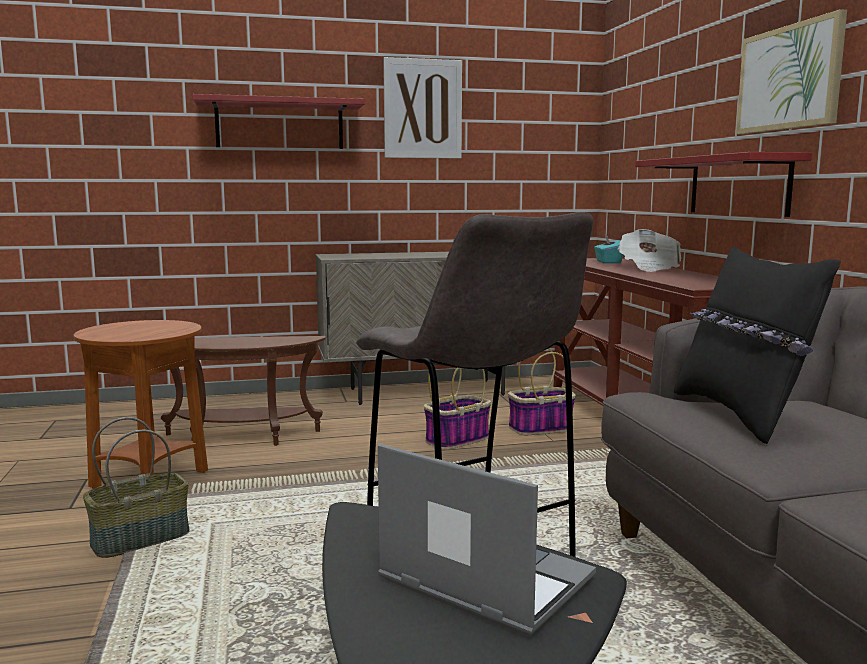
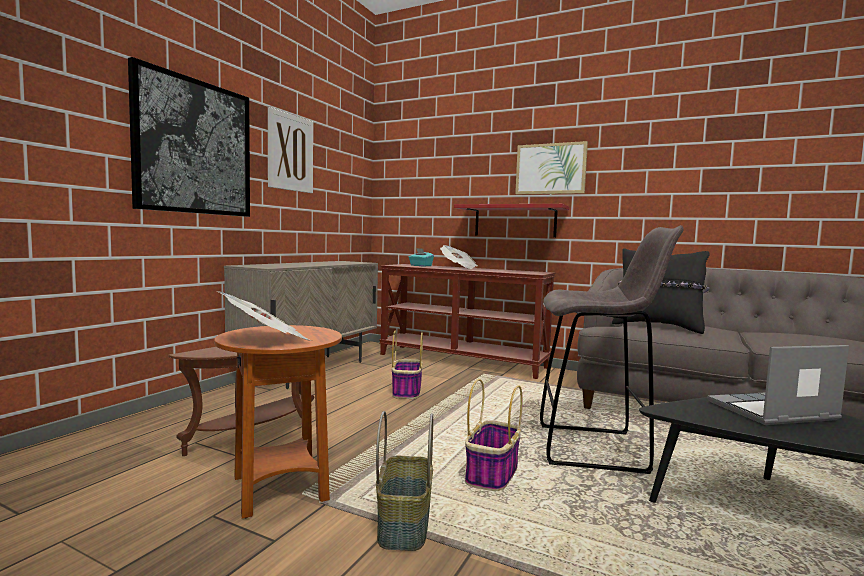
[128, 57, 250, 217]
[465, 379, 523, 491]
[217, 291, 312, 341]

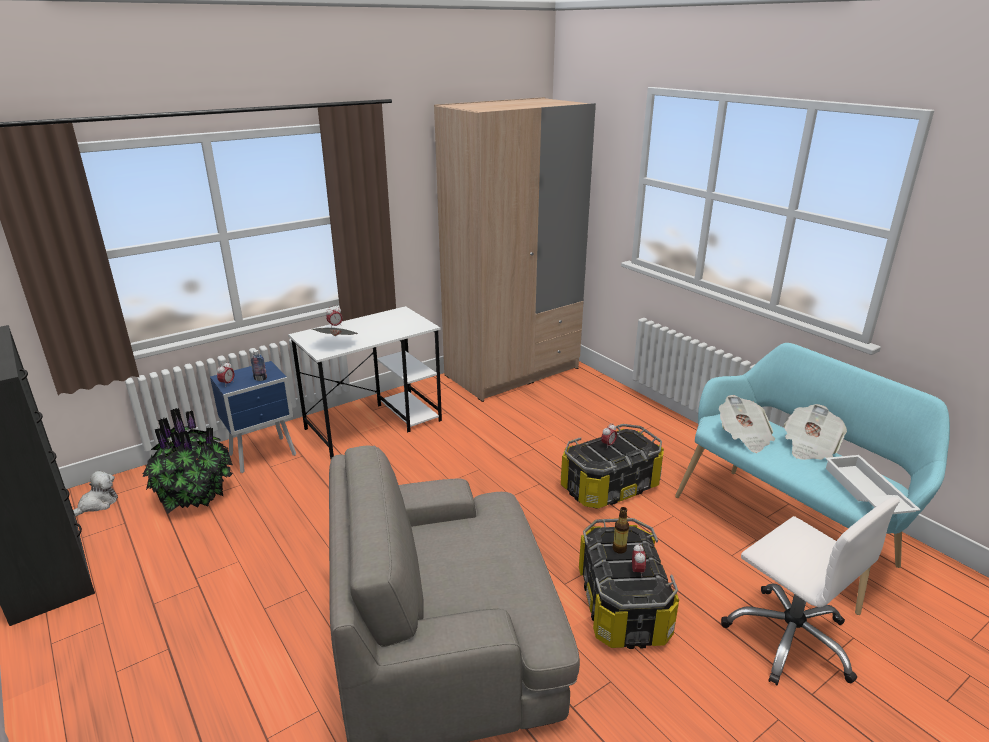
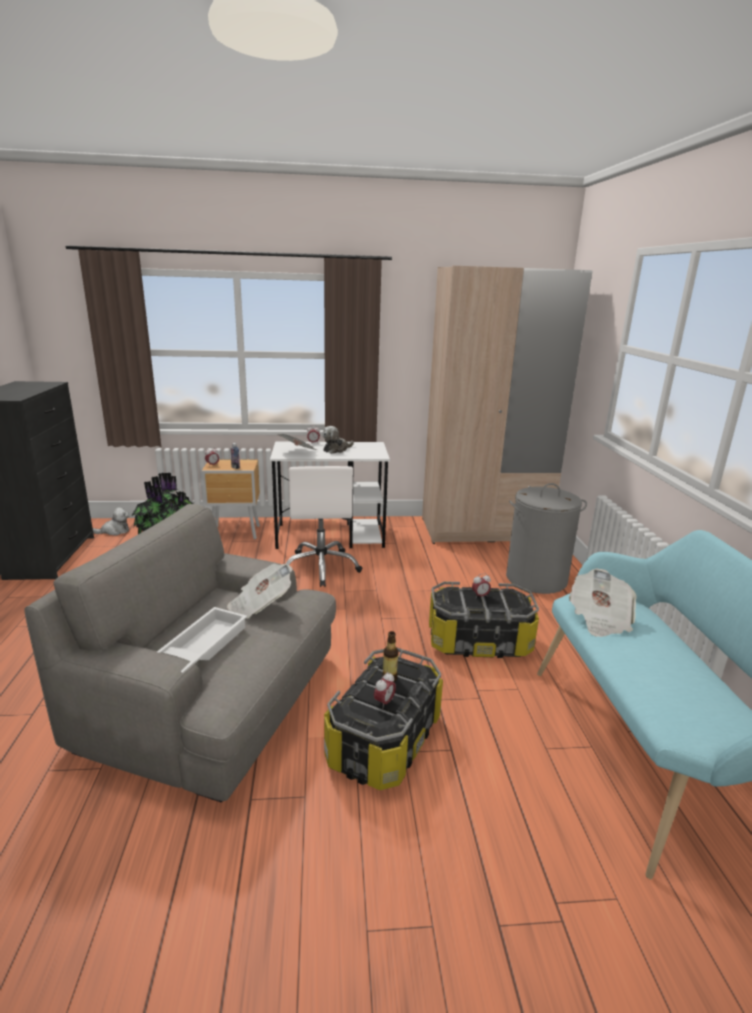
[202, 459, 260, 539]
[285, 466, 363, 587]
[227, 563, 293, 618]
[157, 607, 247, 673]
[323, 426, 354, 454]
[506, 483, 587, 594]

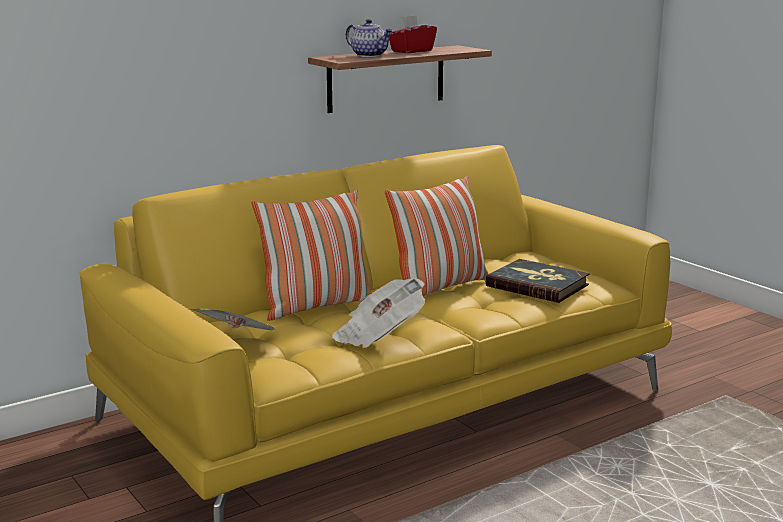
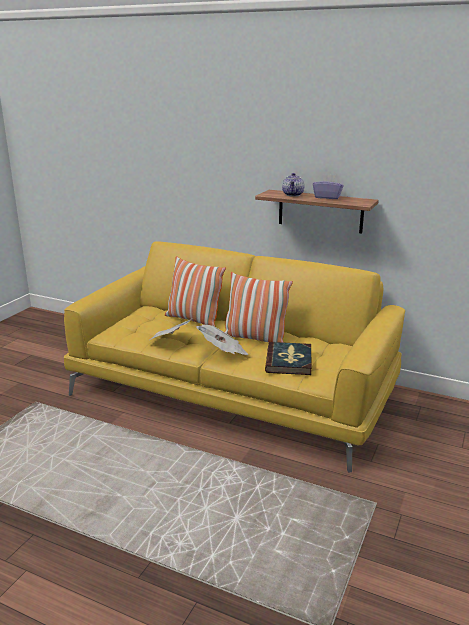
[196, 325, 249, 355]
[313, 174, 343, 199]

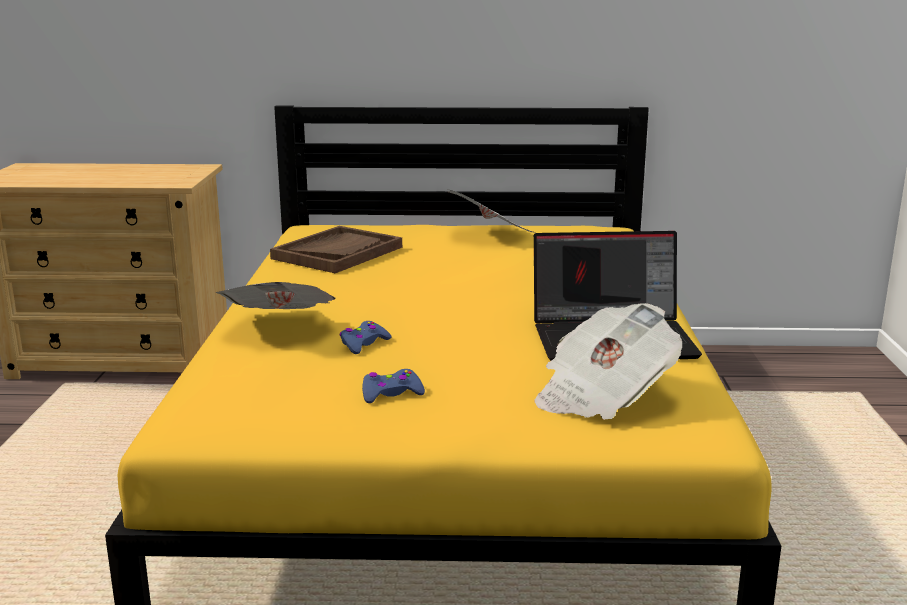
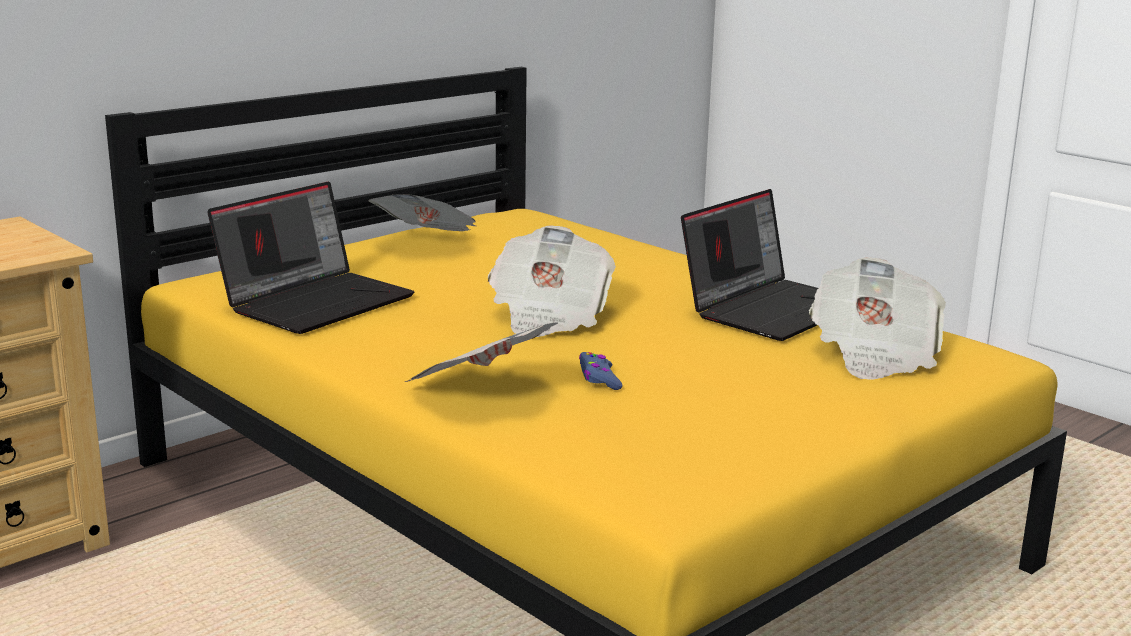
[207, 182, 414, 334]
[362, 369, 425, 403] (first image)
[488, 226, 616, 337]

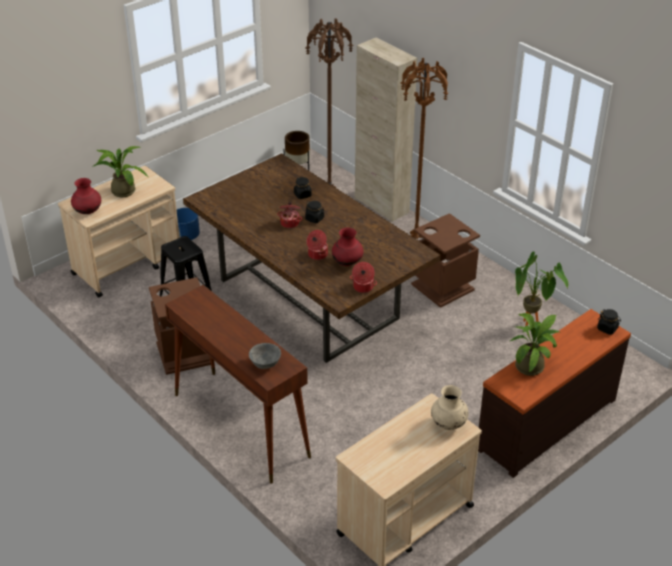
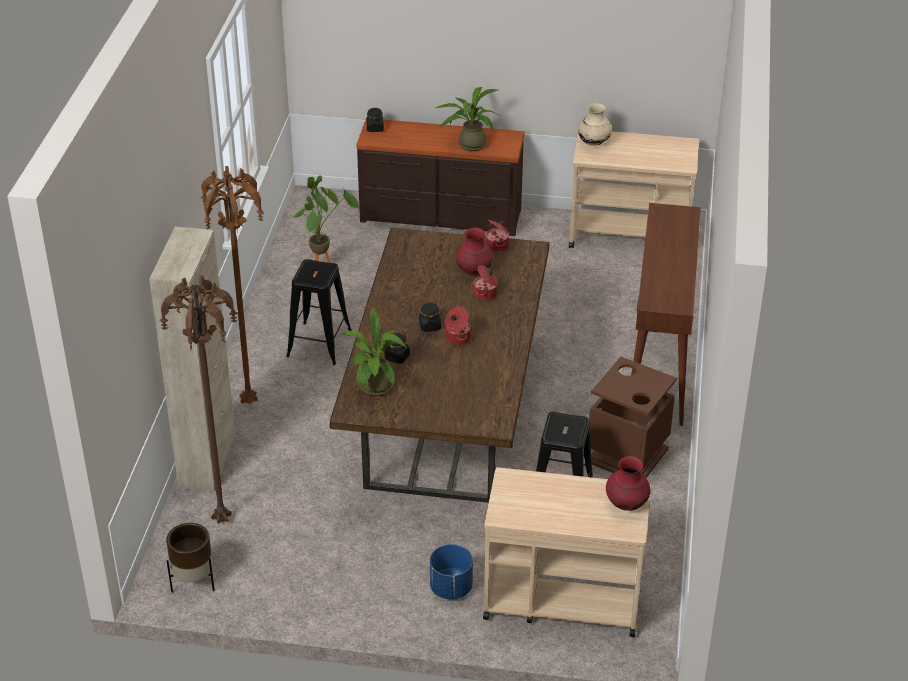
[340, 307, 406, 396]
[249, 343, 281, 369] (first image)
[286, 259, 352, 365]

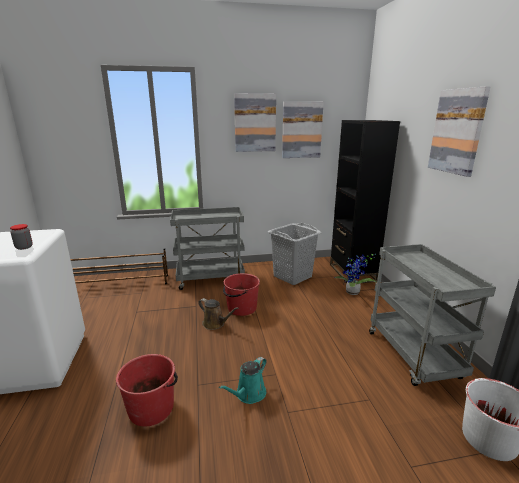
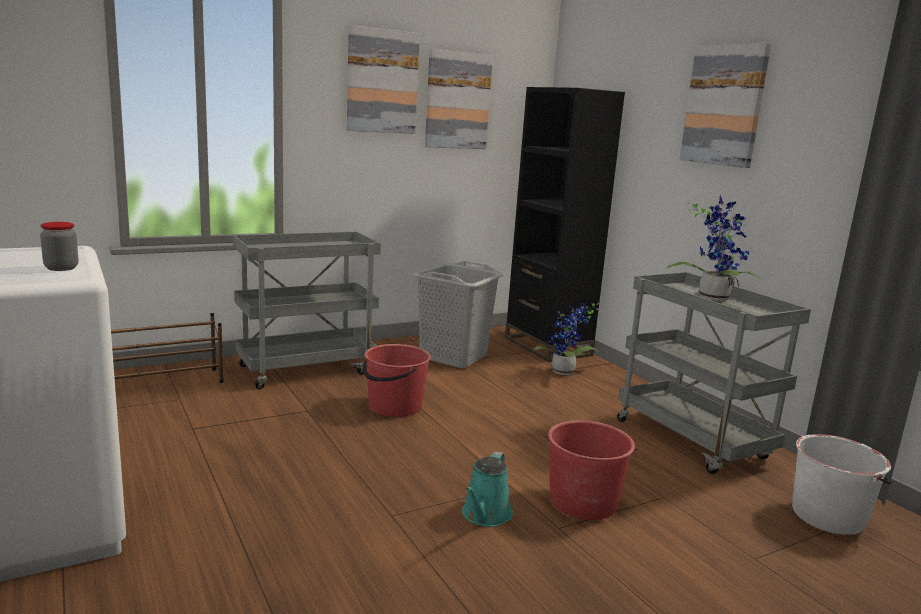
[545, 420, 637, 520]
[198, 298, 239, 330] (first image)
[666, 195, 761, 301]

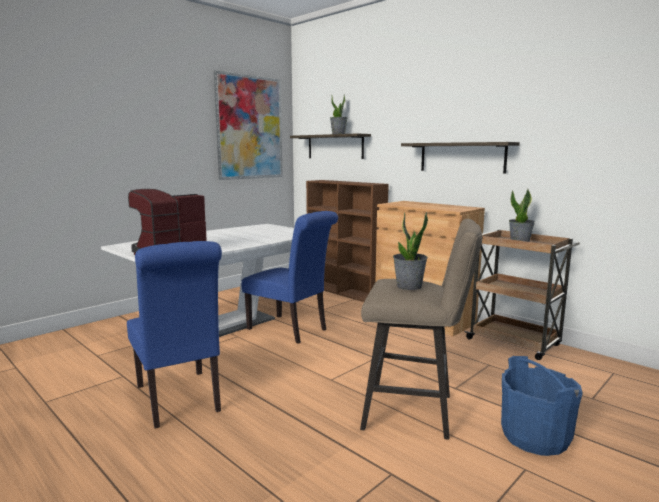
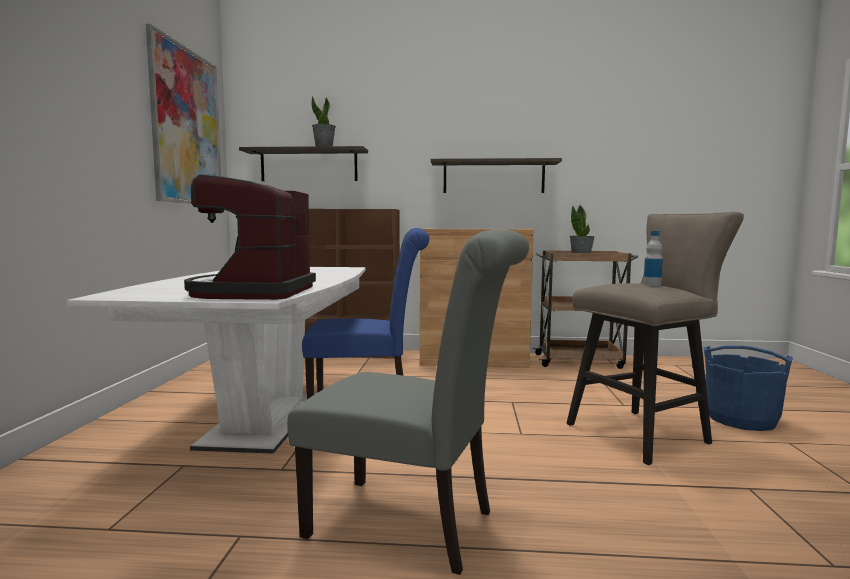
[287, 229, 529, 575]
[643, 231, 663, 286]

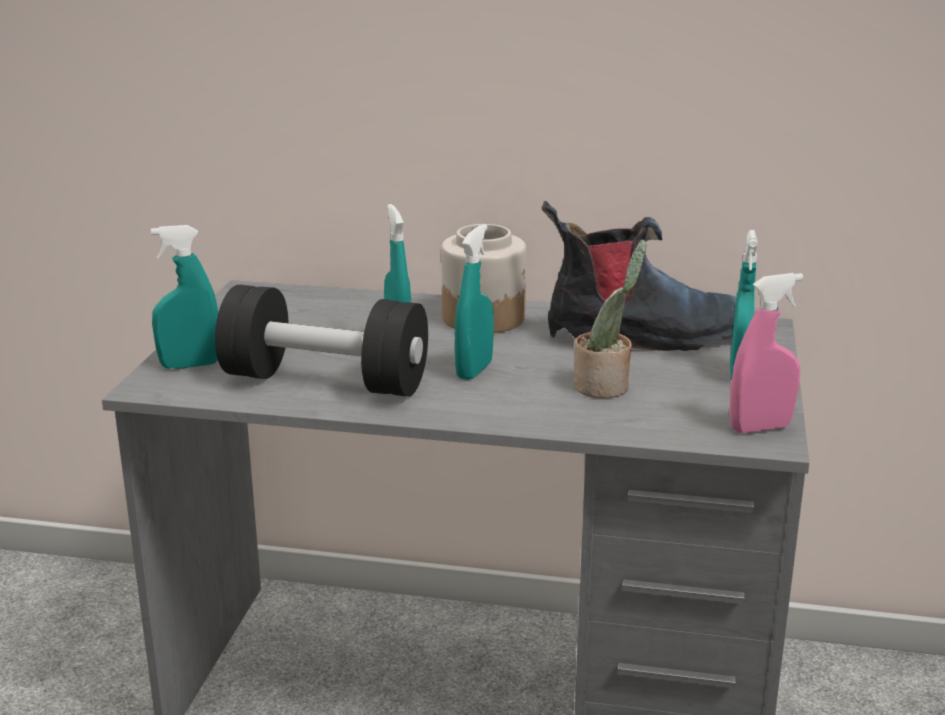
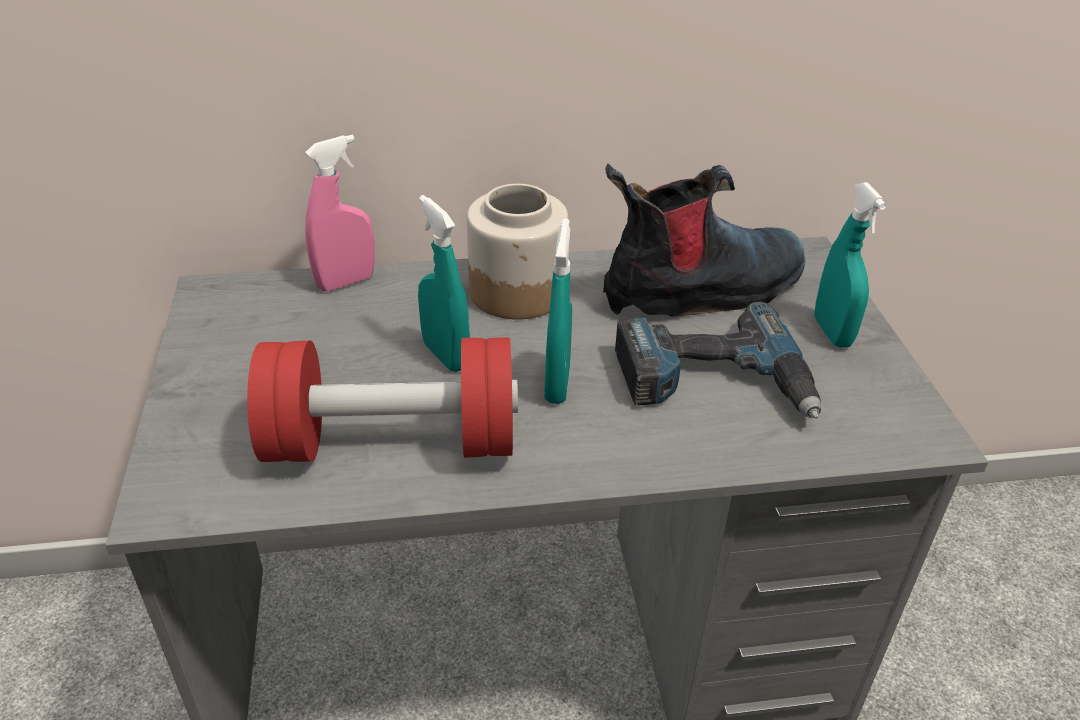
[151, 225, 218, 369] (first image)
[247, 338, 518, 462]
[615, 302, 821, 419]
[305, 135, 375, 291]

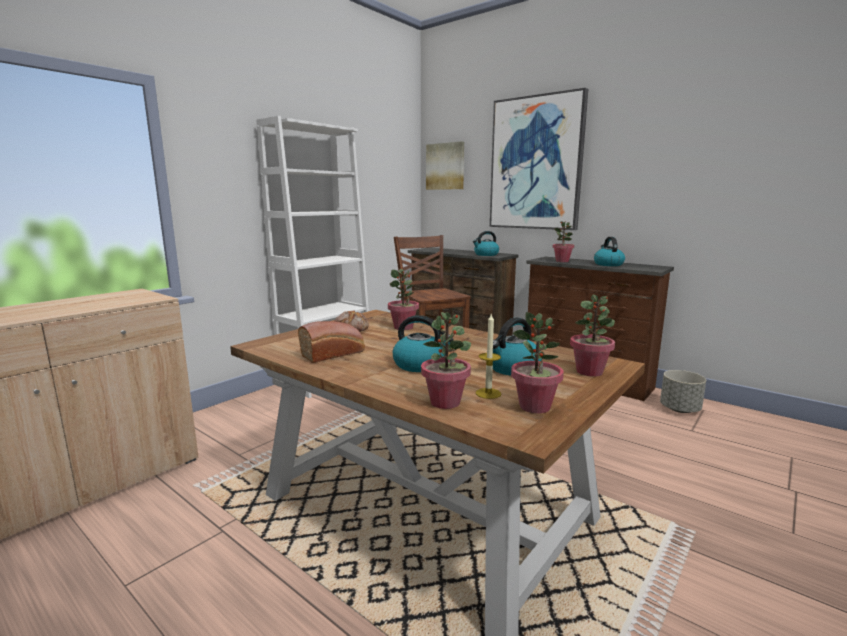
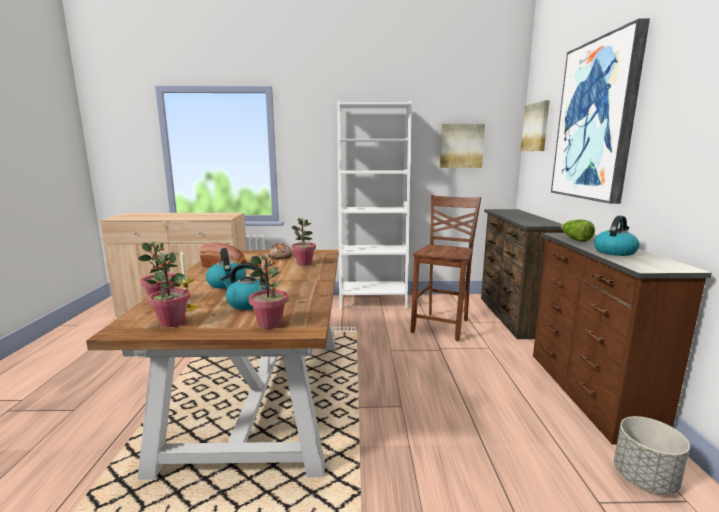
[473, 231, 499, 256] (first image)
[561, 220, 595, 242]
[440, 124, 485, 168]

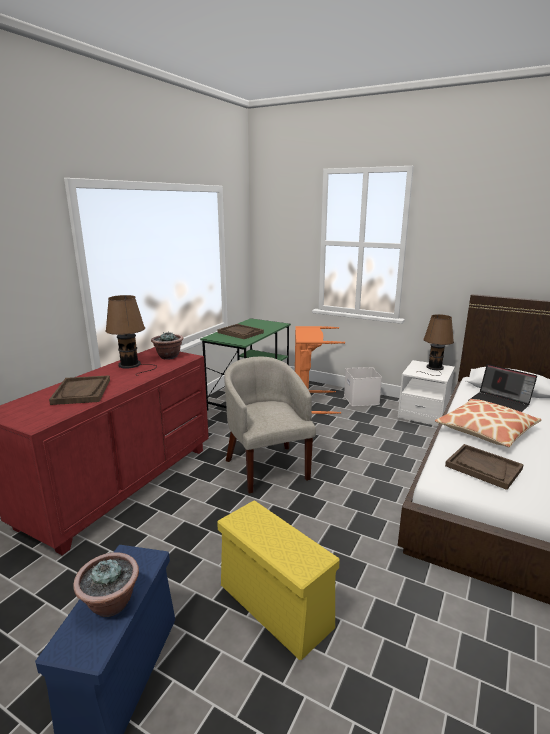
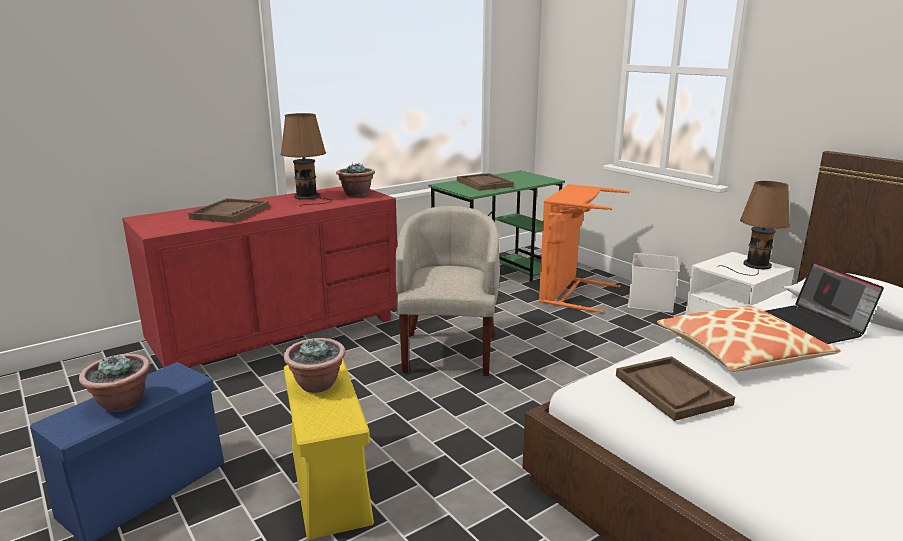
[284, 338, 345, 393]

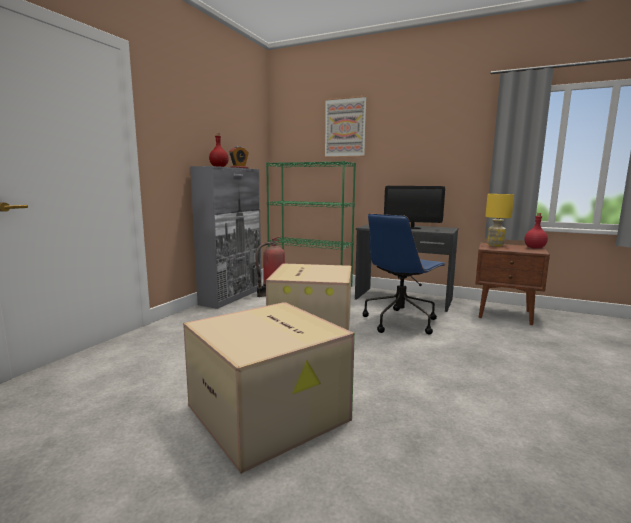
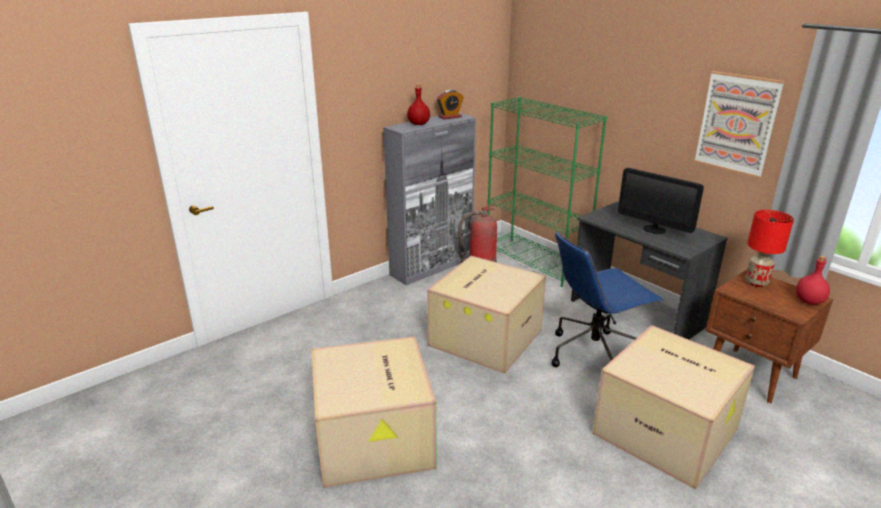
[694, 71, 785, 178]
[746, 210, 794, 287]
[592, 325, 755, 490]

